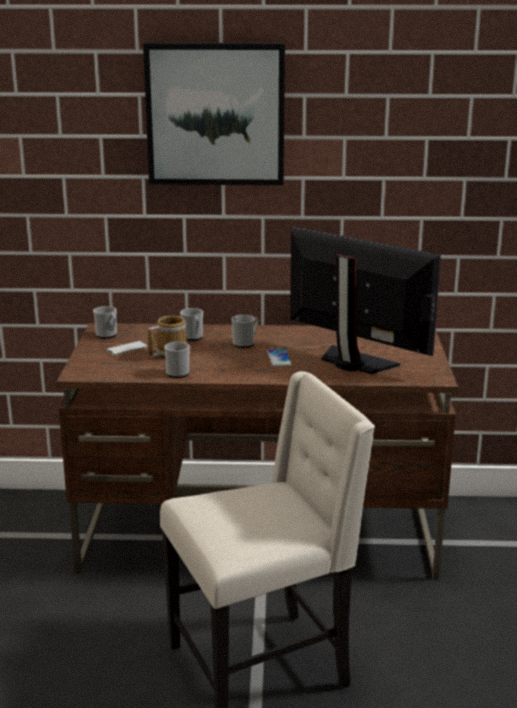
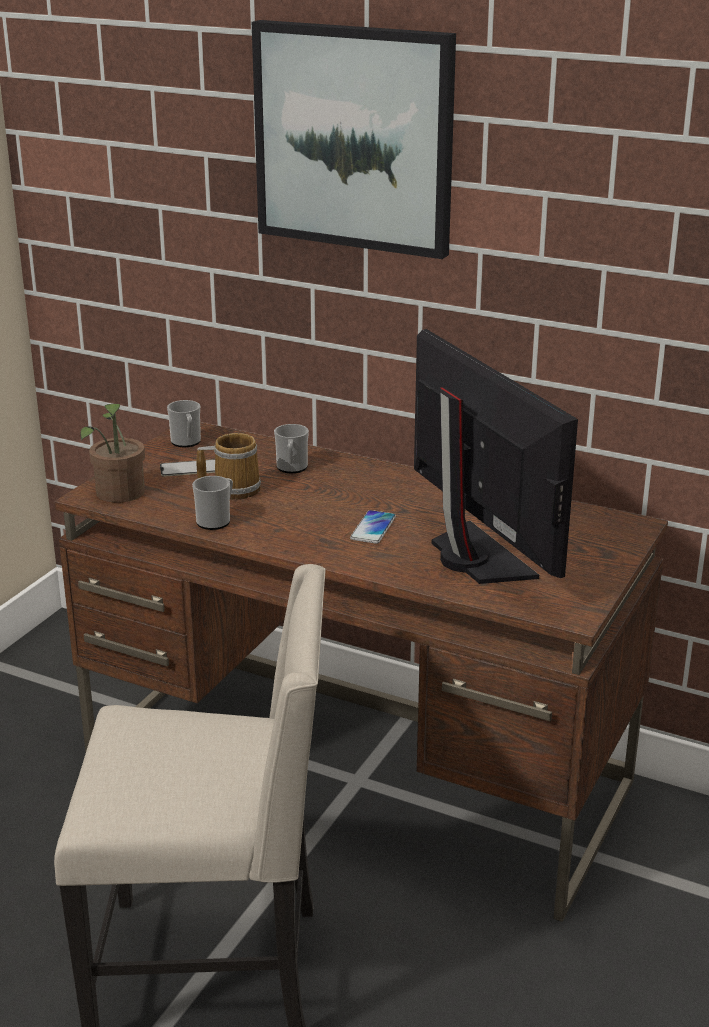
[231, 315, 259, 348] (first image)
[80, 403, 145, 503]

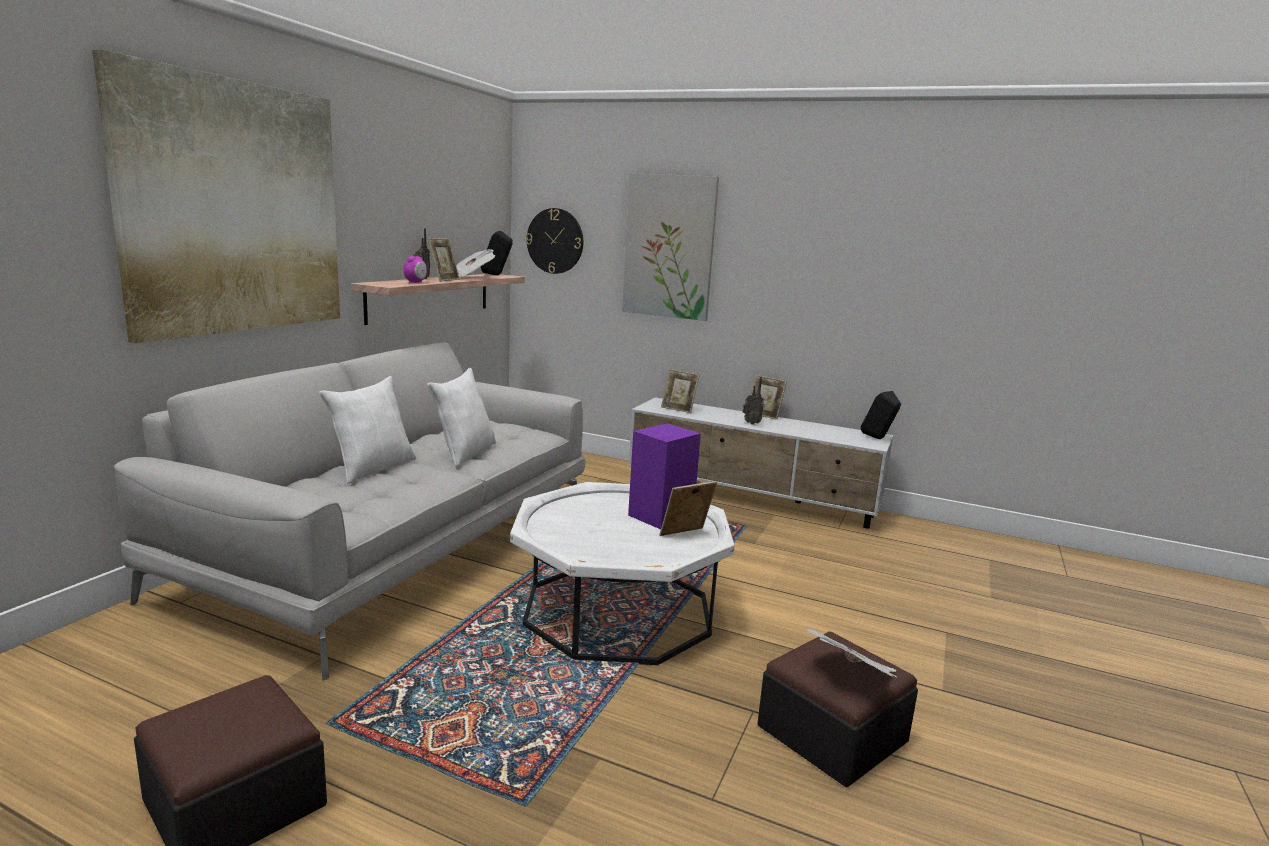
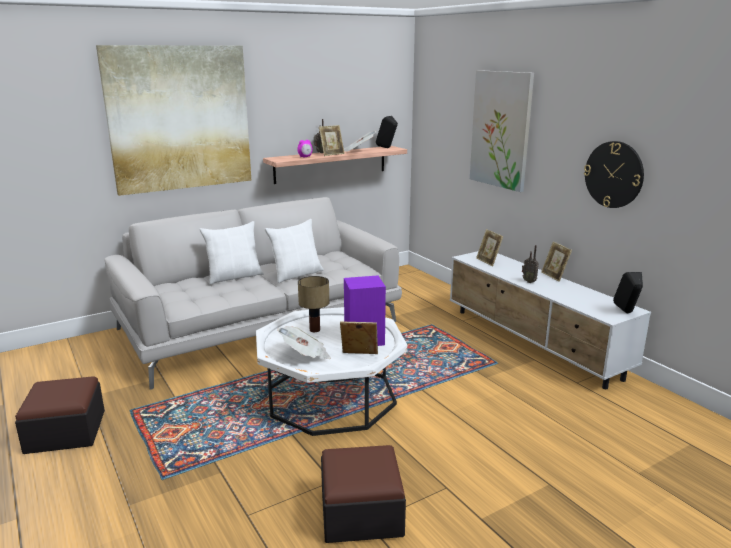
[584, 141, 644, 208]
[277, 326, 331, 359]
[298, 276, 329, 332]

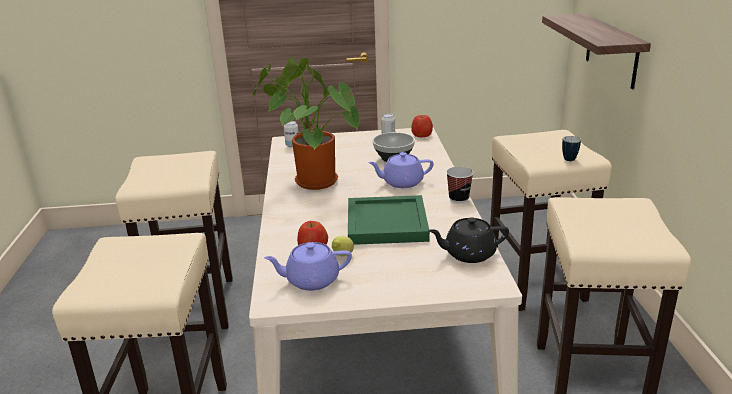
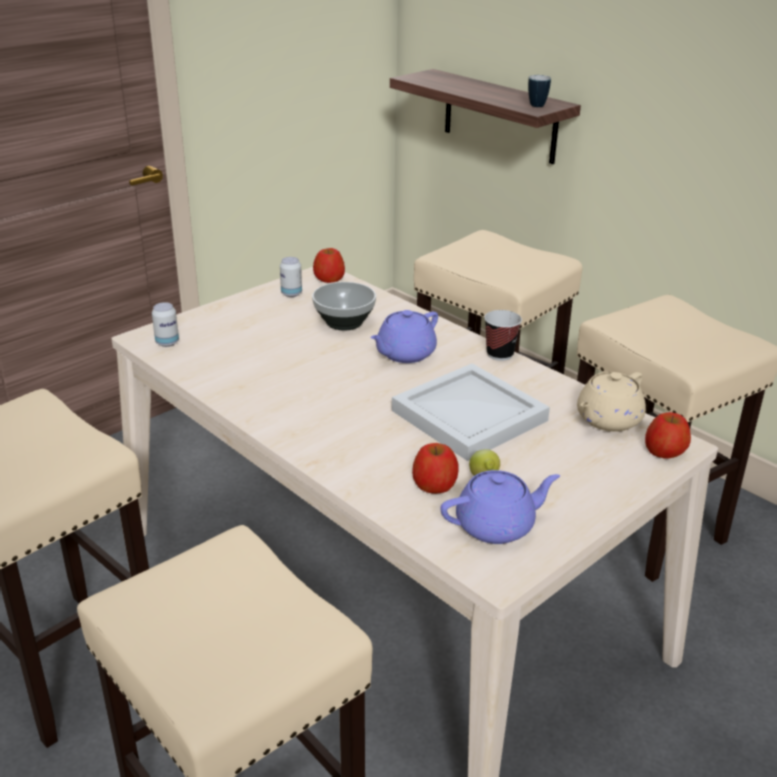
[253, 57, 360, 190] (first image)
[441, 470, 560, 544]
[392, 363, 550, 461]
[577, 372, 646, 432]
[528, 75, 551, 107]
[645, 412, 691, 459]

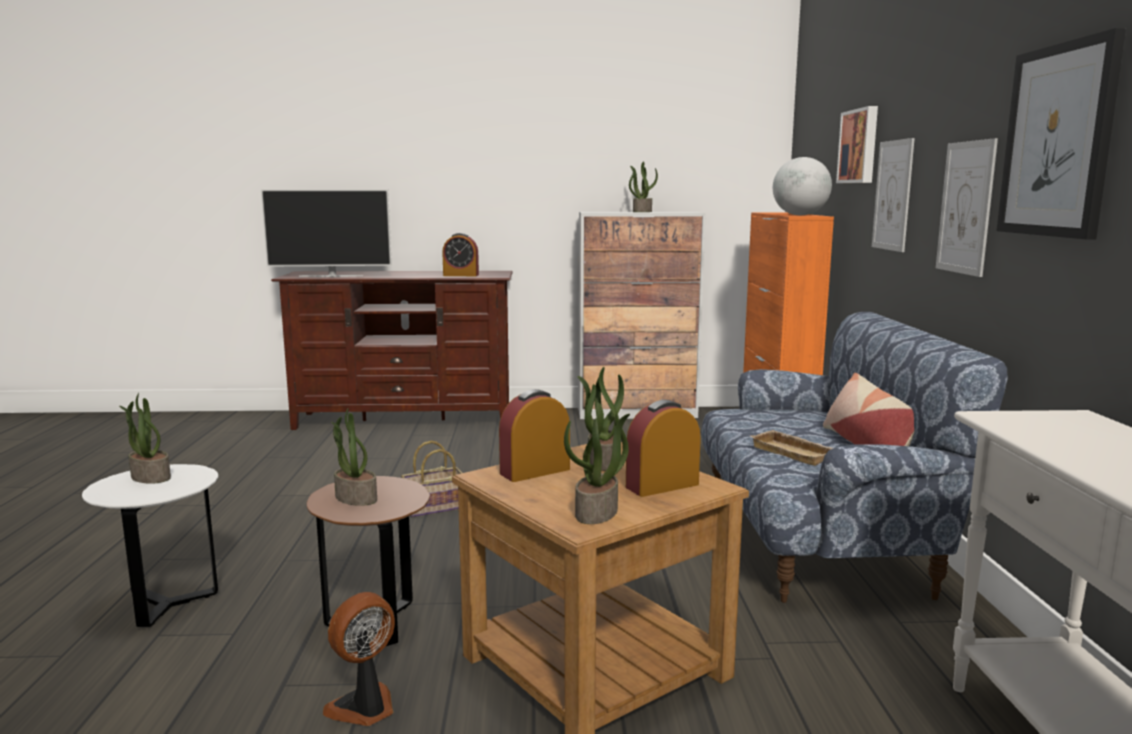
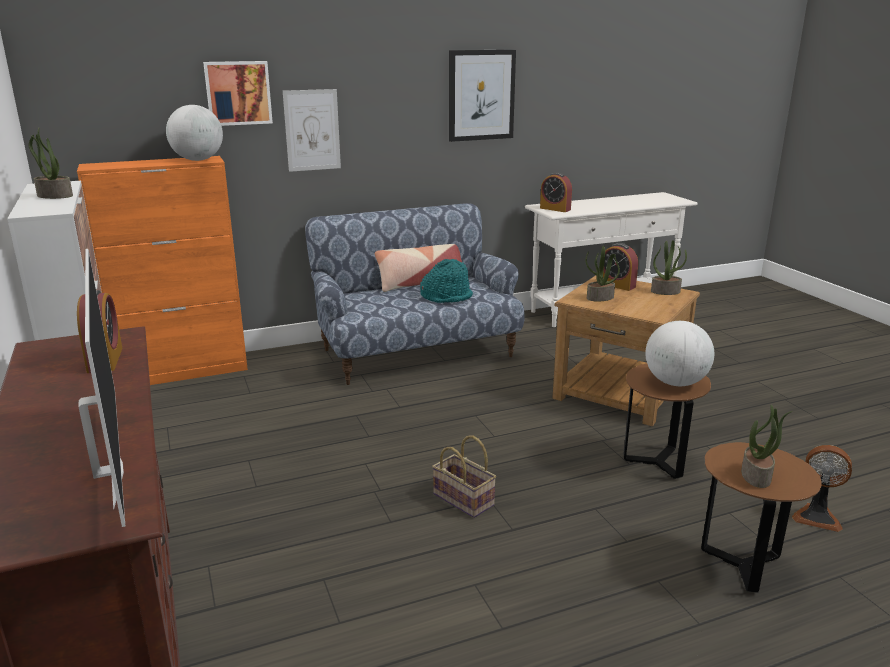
[701, 442, 822, 593]
[792, 445, 852, 532]
[645, 321, 714, 386]
[540, 172, 572, 212]
[420, 259, 473, 303]
[936, 138, 998, 277] (first image)

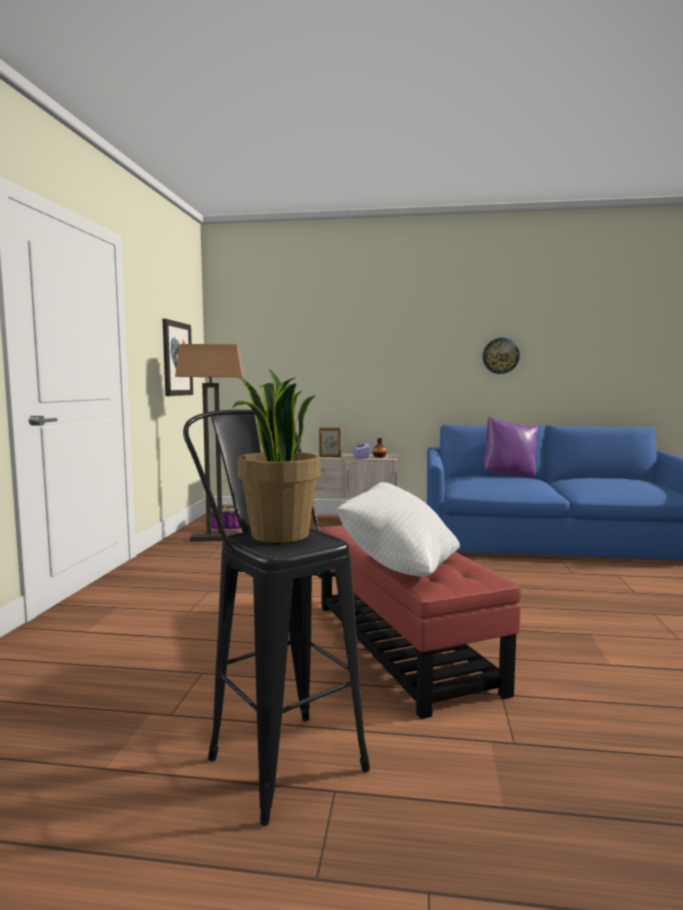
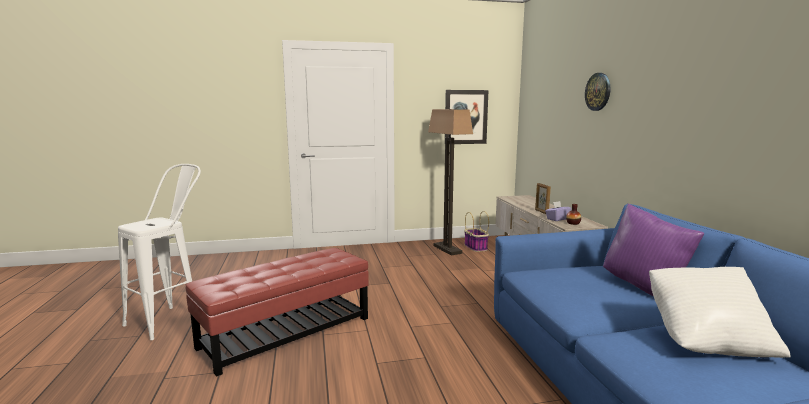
[118, 164, 201, 340]
[233, 369, 320, 543] (first image)
[649, 267, 791, 358]
[585, 73, 610, 111]

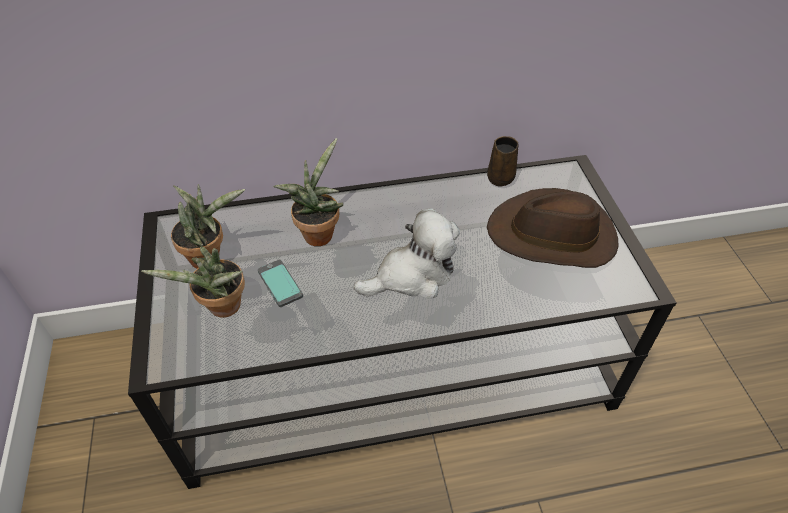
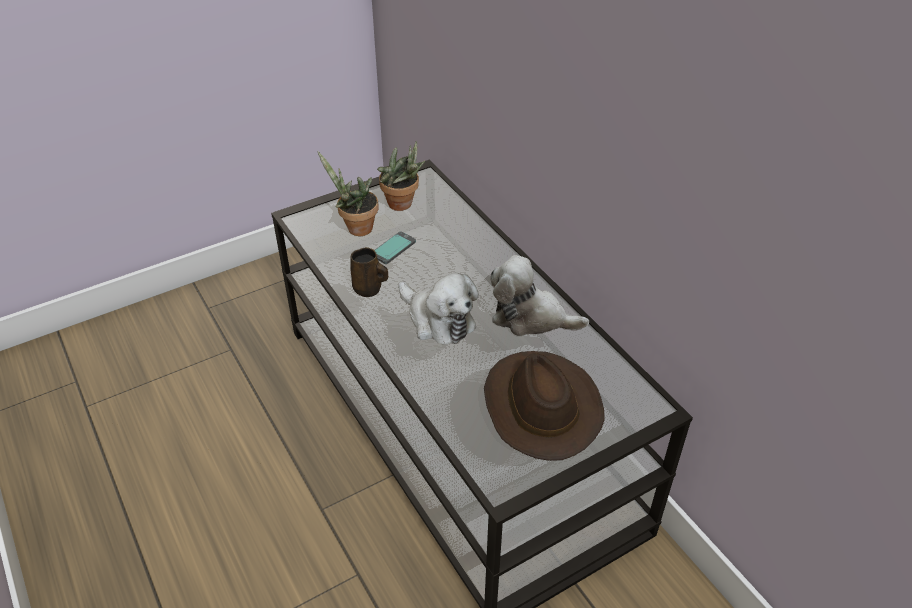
[273, 138, 343, 246] (first image)
[350, 247, 388, 297]
[490, 255, 589, 336]

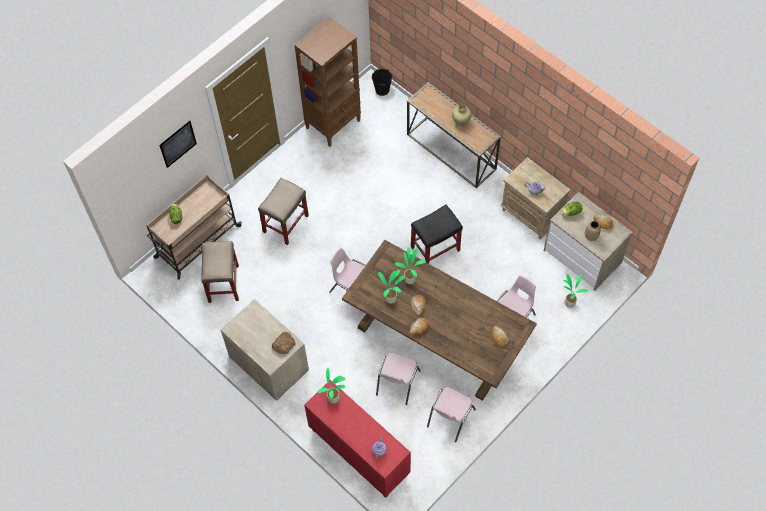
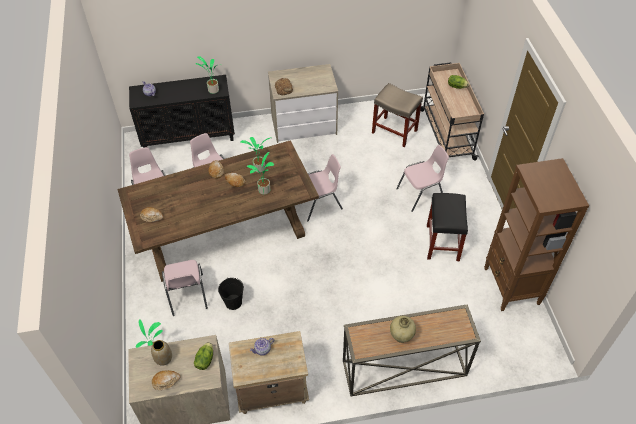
[159, 121, 197, 168] (first image)
[396, 145, 449, 212]
[129, 75, 235, 148]
[218, 278, 244, 310]
[427, 193, 468, 261]

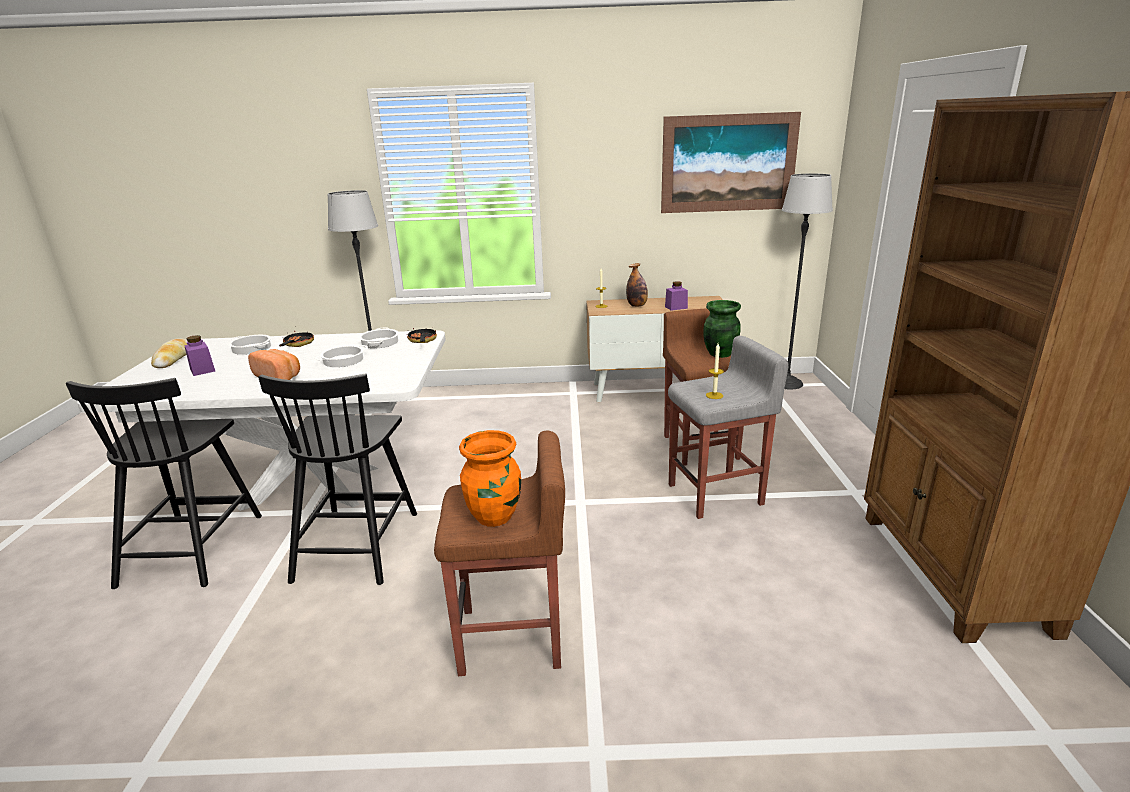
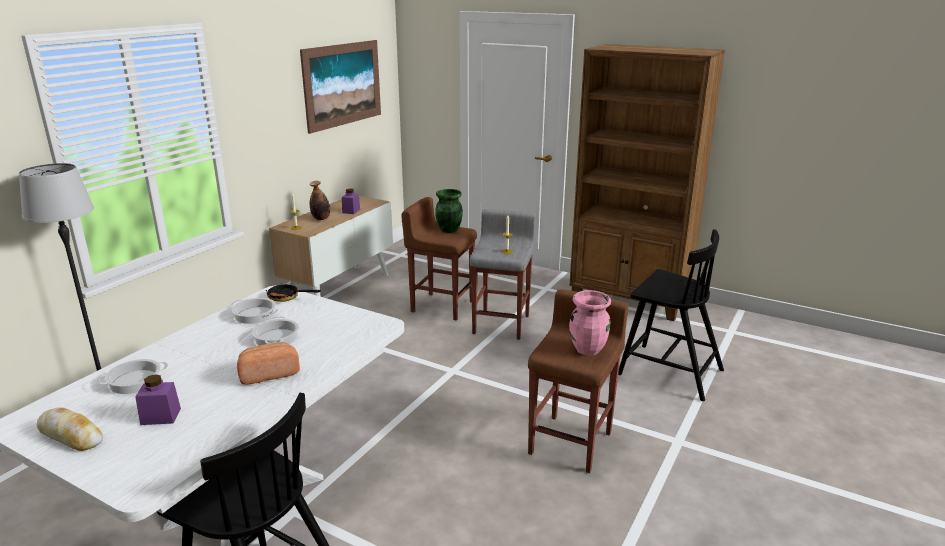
[618, 229, 724, 401]
[279, 331, 314, 347] (first image)
[569, 290, 611, 356]
[782, 174, 833, 389] (first image)

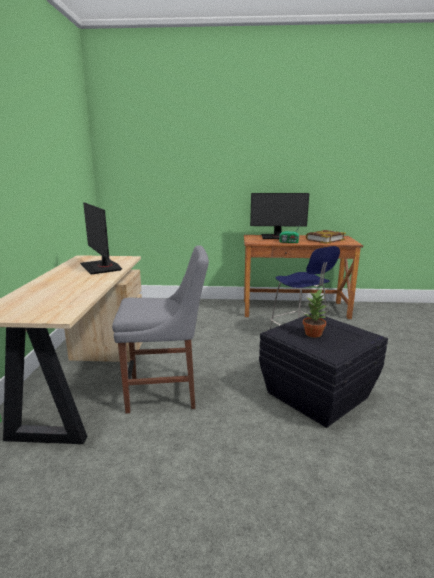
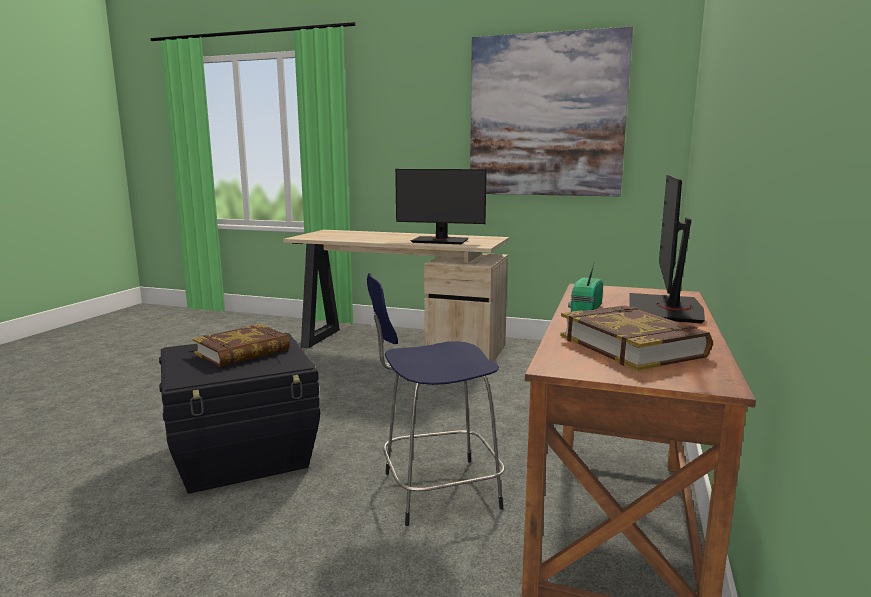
[395, 169, 487, 244]
[112, 245, 209, 413] (first image)
[193, 324, 290, 367]
[470, 27, 633, 196]

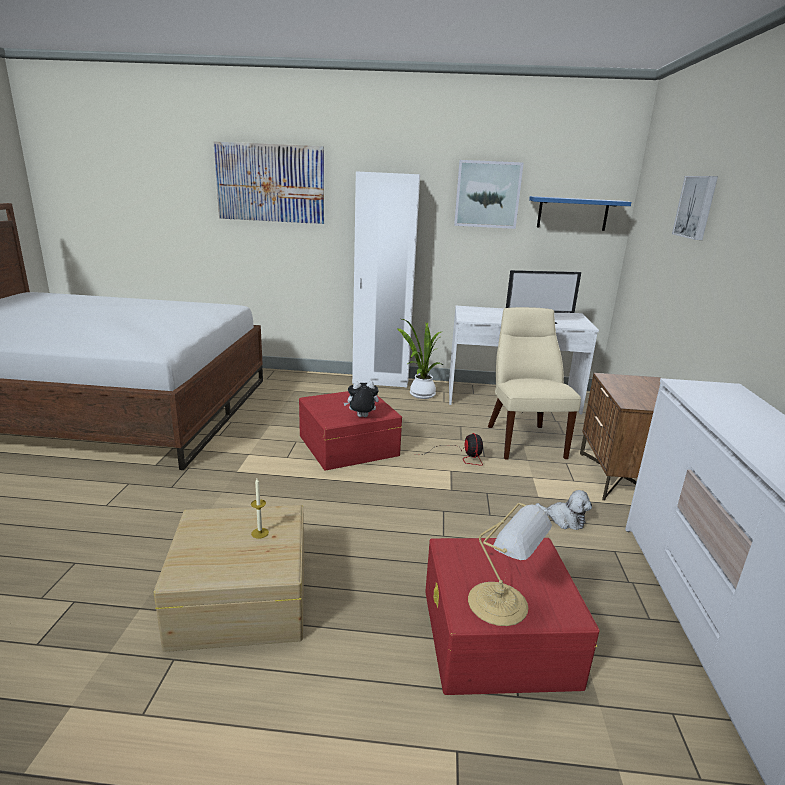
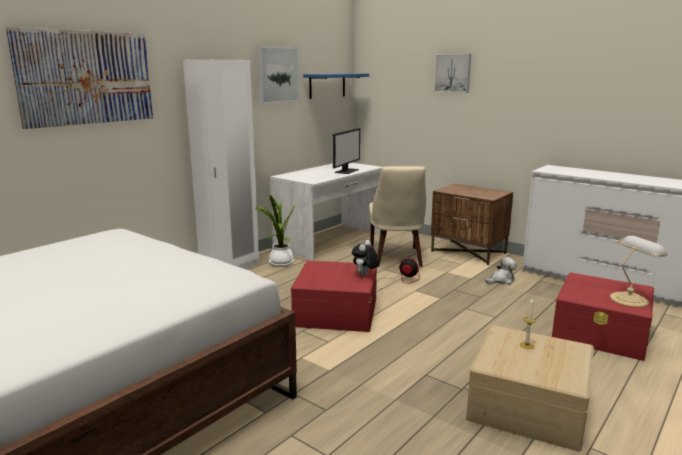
[369, 166, 426, 267]

